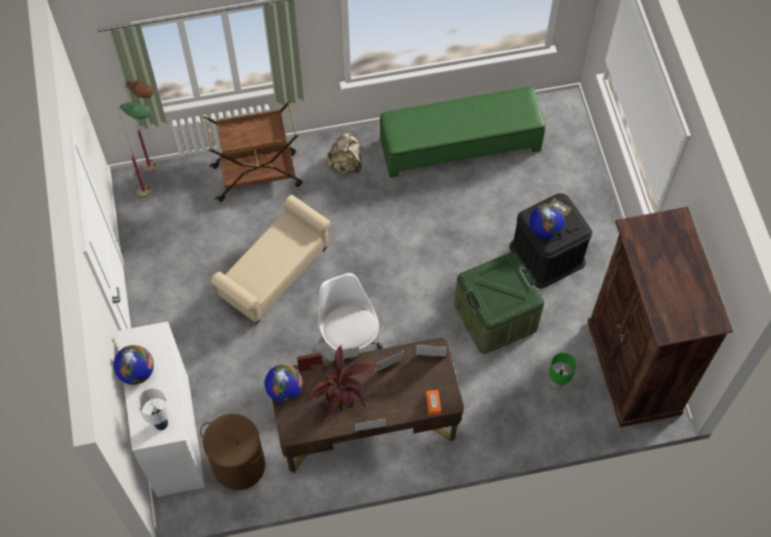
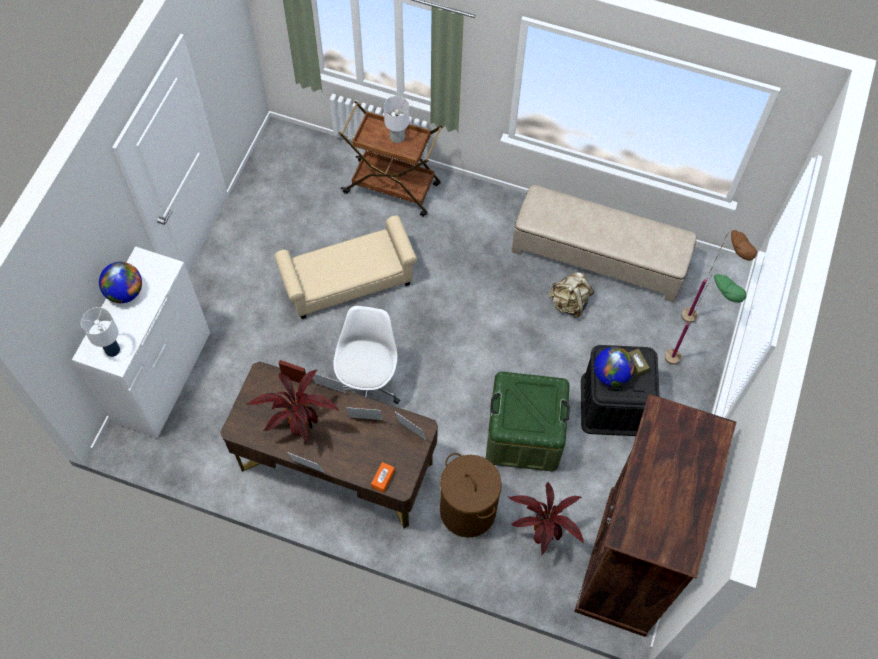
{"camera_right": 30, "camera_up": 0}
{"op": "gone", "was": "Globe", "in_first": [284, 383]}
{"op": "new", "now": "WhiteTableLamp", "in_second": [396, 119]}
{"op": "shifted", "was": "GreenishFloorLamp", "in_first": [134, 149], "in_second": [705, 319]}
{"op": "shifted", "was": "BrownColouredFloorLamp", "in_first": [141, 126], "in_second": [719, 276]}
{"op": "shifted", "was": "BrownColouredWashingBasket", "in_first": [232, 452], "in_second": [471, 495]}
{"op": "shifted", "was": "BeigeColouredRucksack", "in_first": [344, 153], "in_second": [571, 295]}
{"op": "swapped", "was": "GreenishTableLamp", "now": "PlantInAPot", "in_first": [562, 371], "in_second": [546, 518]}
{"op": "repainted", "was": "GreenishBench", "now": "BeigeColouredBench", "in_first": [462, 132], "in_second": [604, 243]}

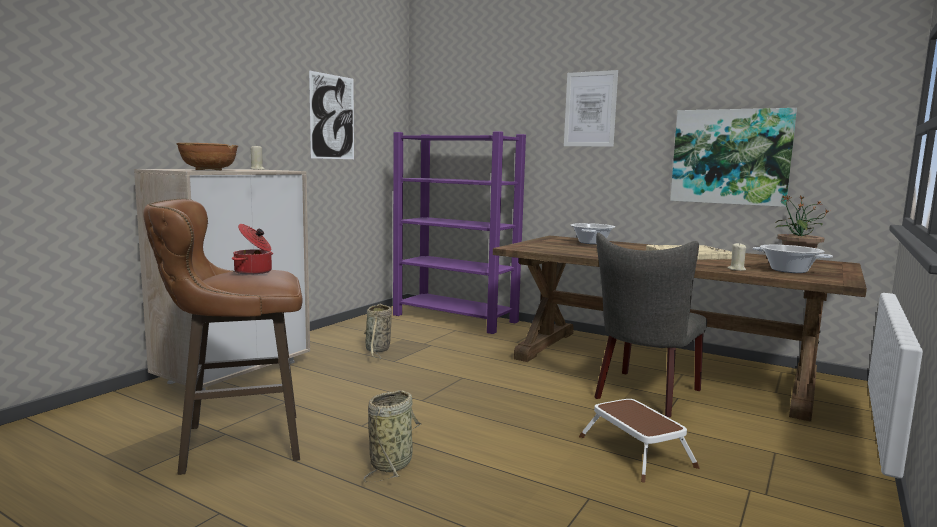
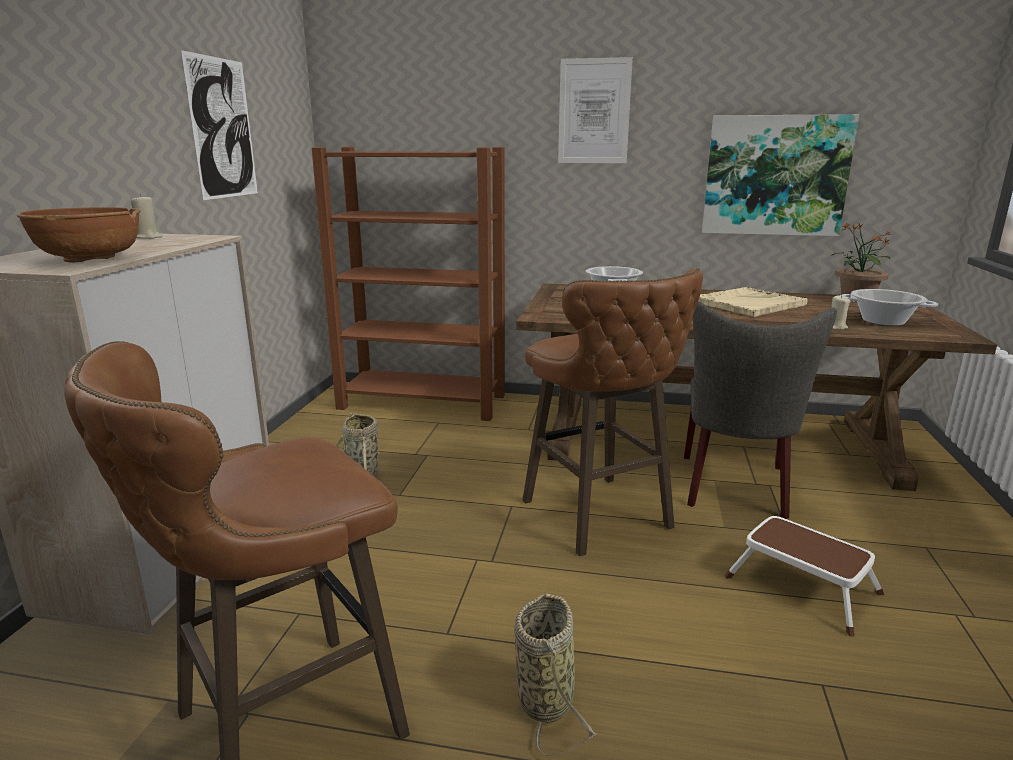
{"camera_right": -20, "camera_up": 10}
{"op": "gone", "was": "CookingPot", "in_first": [252, 249]}
{"op": "new", "now": "BrownColouredStoolSeat", "in_second": [612, 412]}
{"op": "repainted", "was": "PurpleBookcase", "now": "BrownColouredBookcase", "in_first": [459, 232], "in_second": [408, 284]}

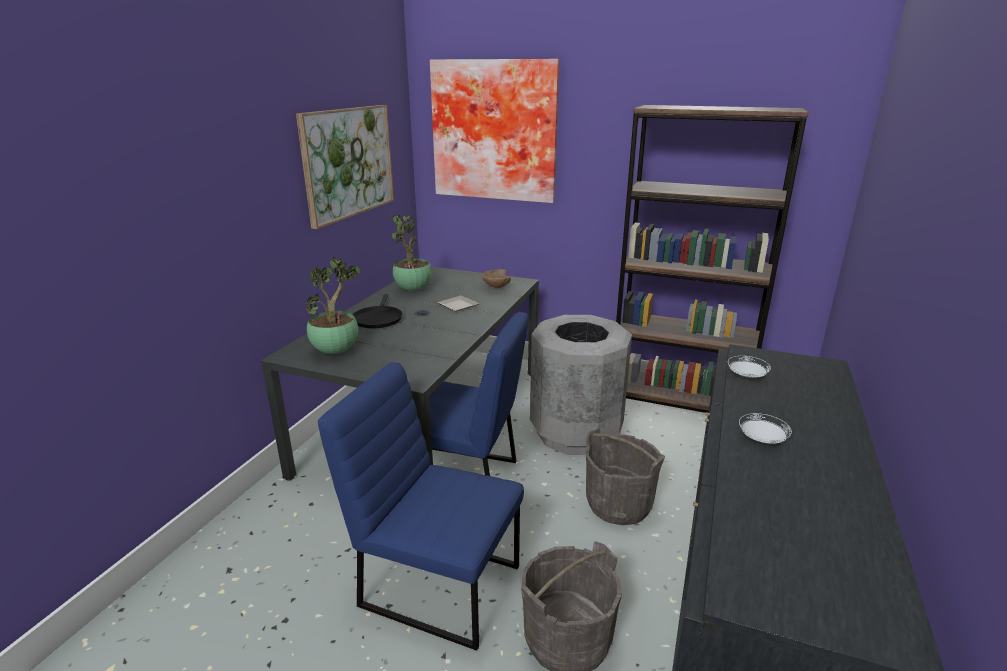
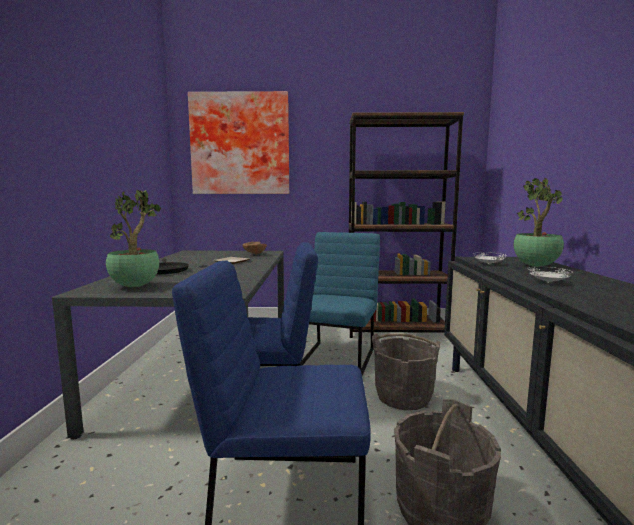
{"camera_right": -20, "camera_up": -15}
{"op": "gone", "was": "WallArt", "in_first": [345, 167]}
{"op": "shifted", "was": "PlantInAPot", "in_first": [411, 252], "in_second": [539, 222]}
{"op": "swapped", "was": "GrayWasteBin", "now": "BlueColouredPlainChair", "in_first": [581, 385], "in_second": [340, 304]}

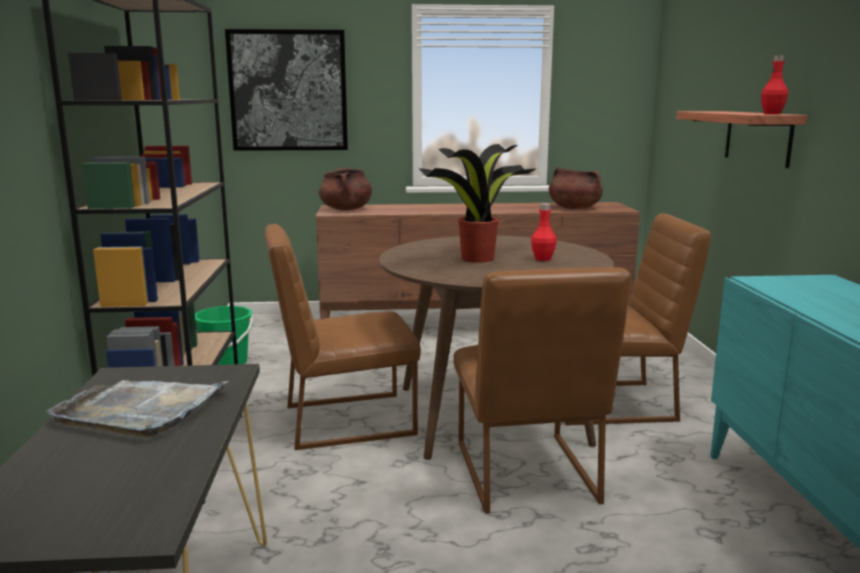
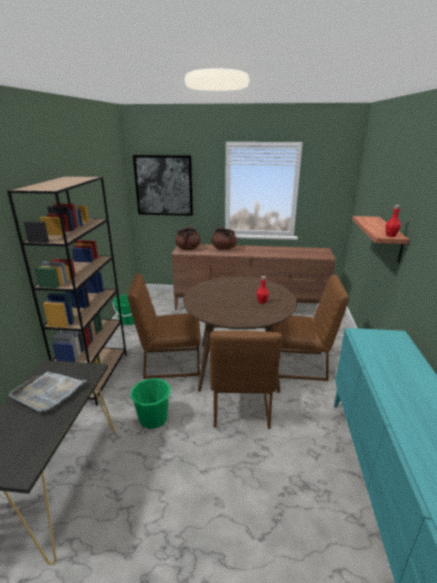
{"camera_right": 10, "camera_up": 10}
{"op": "gone", "was": "PlantInAPot", "in_first": [477, 203]}
{"op": "new", "now": "GreenishBucket", "in_second": [151, 403]}
{"op": "shifted", "was": "BrownColouredCookingPot", "in_first": [576, 188], "in_second": [224, 238]}

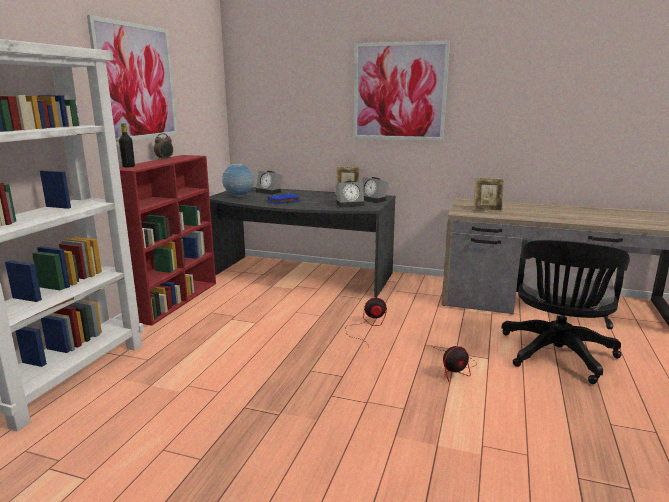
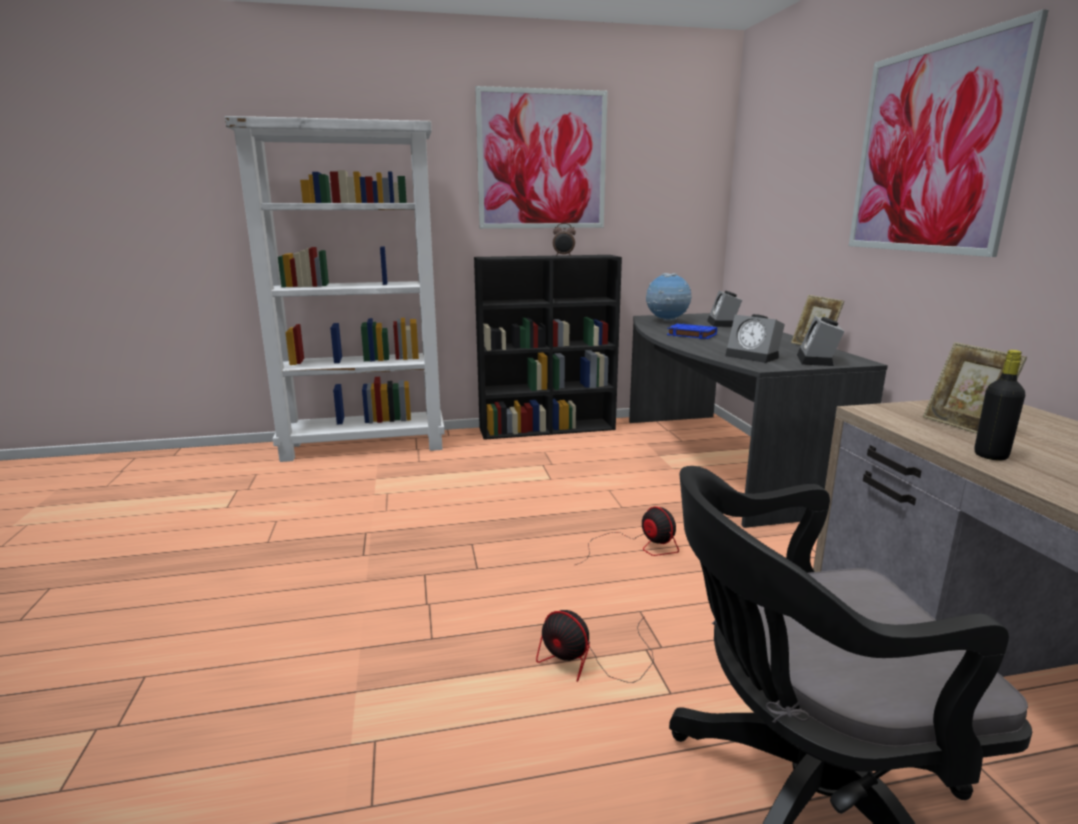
{"camera_right": 60, "camera_up": 0}
{"op": "shifted", "was": "BlackColouredBeverageBottle", "in_first": [127, 145], "in_second": [999, 405]}
{"op": "repainted", "was": "ReddishBookcase", "now": "BlackColouredBookcase", "in_first": [167, 240], "in_second": [548, 347]}

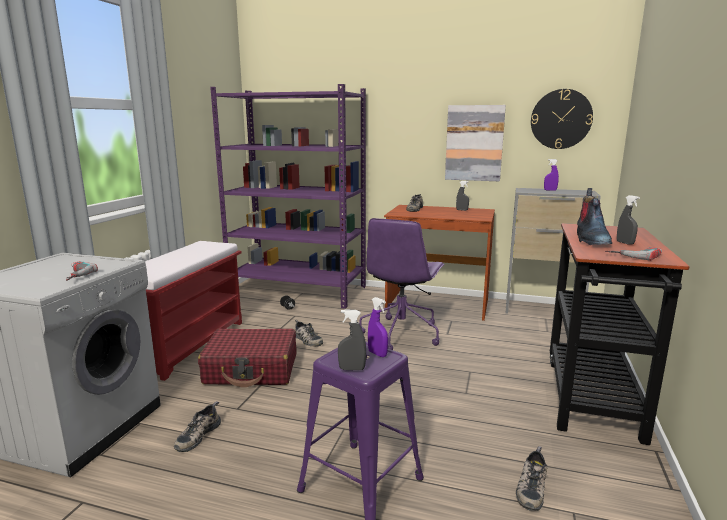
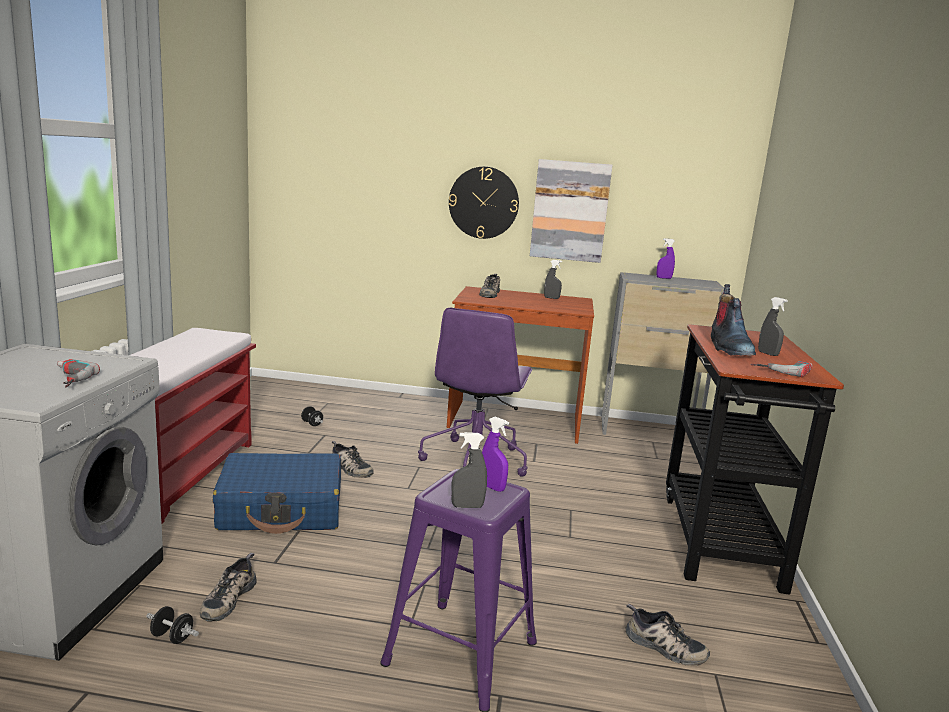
{"camera_right": -10, "camera_up": 0}
{"op": "gone", "was": "PurpleBookcase", "in_first": [288, 196]}
{"op": "new", "now": "BlackColouredFreeWeight", "in_second": [172, 625]}
{"op": "shifted", "was": "ClockOnTheWall", "in_first": [562, 119], "in_second": [484, 203]}
{"op": "repainted", "was": "ReddishTravelCase", "now": "BlueColouredTravelCase", "in_first": [247, 358], "in_second": [277, 493]}
{"op": "rotated", "was": "LowShoe", "in_first": [531, 478], "in_second": [667, 635], "clockwise": -75}

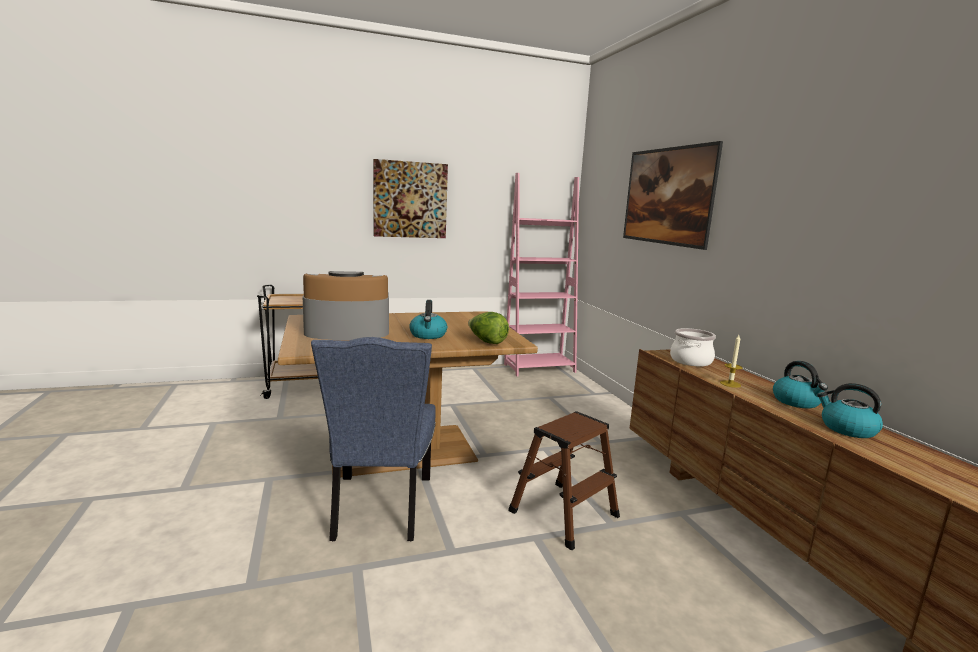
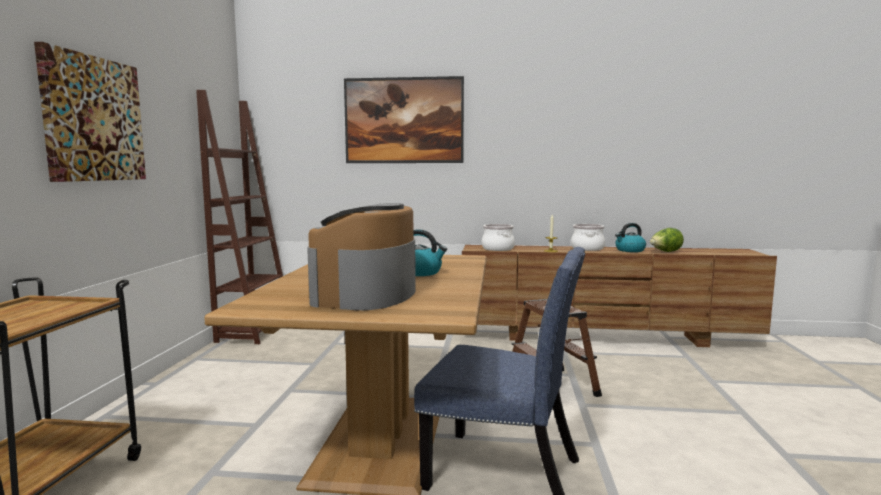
{"camera_right": -65, "camera_up": -5}
{"op": "shifted", "was": "LettuceHead", "in_first": [488, 328], "in_second": [667, 240]}
{"op": "swapped", "was": "WaterKettle", "now": "CookingPot", "in_first": [800, 384], "in_second": [588, 237]}
{"op": "repainted", "was": "PinkBookcase", "now": "BrownColouredBookcase", "in_first": [541, 275], "in_second": [239, 217]}

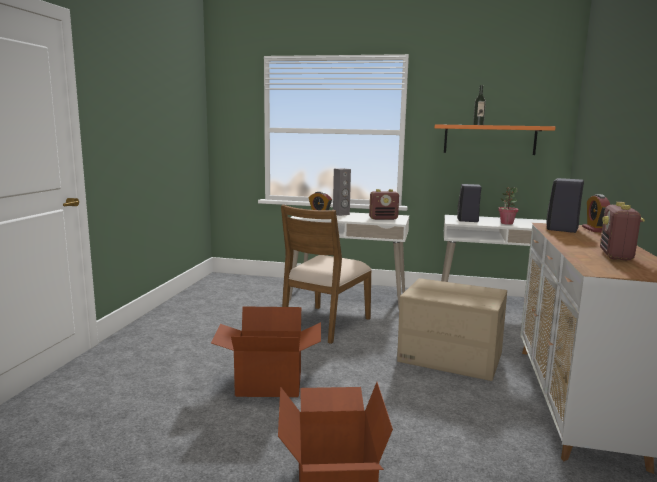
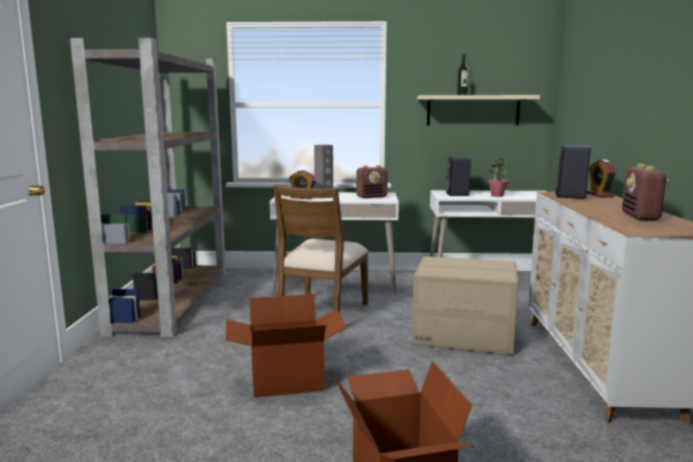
{"camera_right": -10, "camera_up": 0}
{"op": "new", "now": "BrownColouredBookcase", "in_second": [148, 187]}
{"op": "repainted", "was": "OrangeColouredBracketShelf", "now": "BeigeColouredBracketShelf", "in_first": [495, 139], "in_second": [478, 110]}

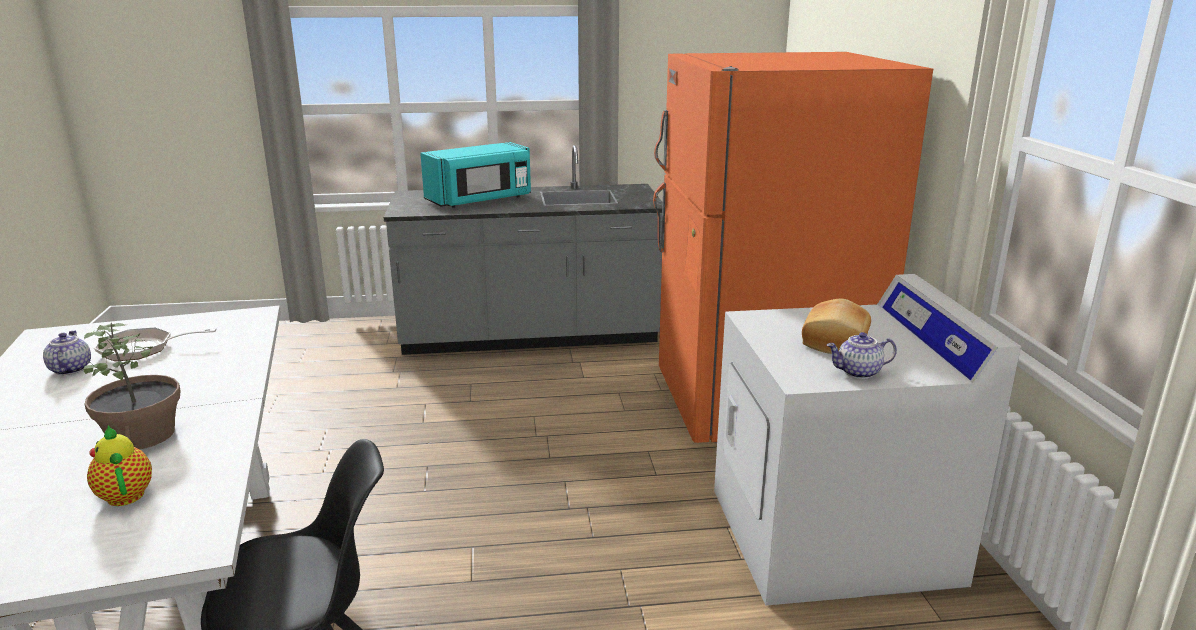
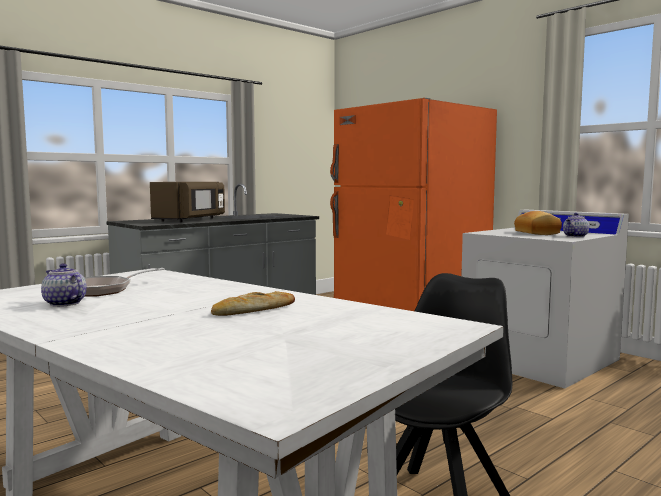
{"camera_right": -35, "camera_up": -15}
{"op": "gone", "was": "TeaPot", "in_first": [119, 465]}
{"op": "swapped", "was": "PlantInAPot", "now": "Bread", "in_first": [132, 386], "in_second": [253, 303]}
{"op": "repainted", "was": "BlueGreenMicrowave", "now": "BrownColouredMicrowave", "in_first": [475, 175], "in_second": [187, 202]}

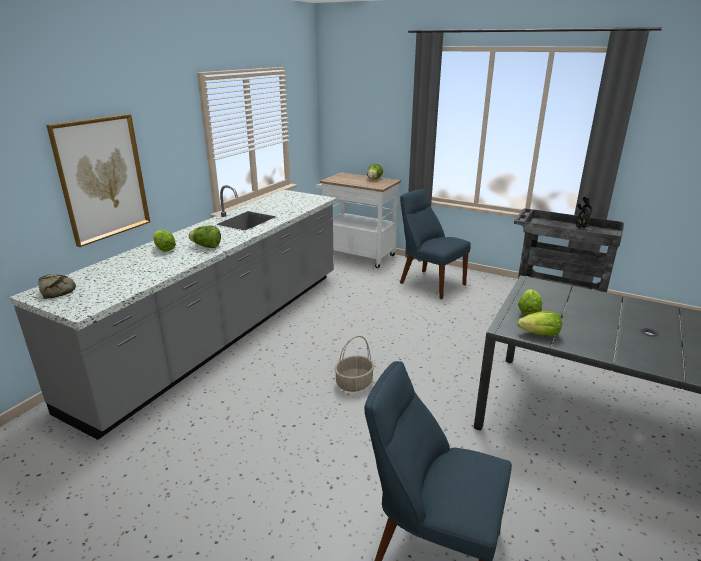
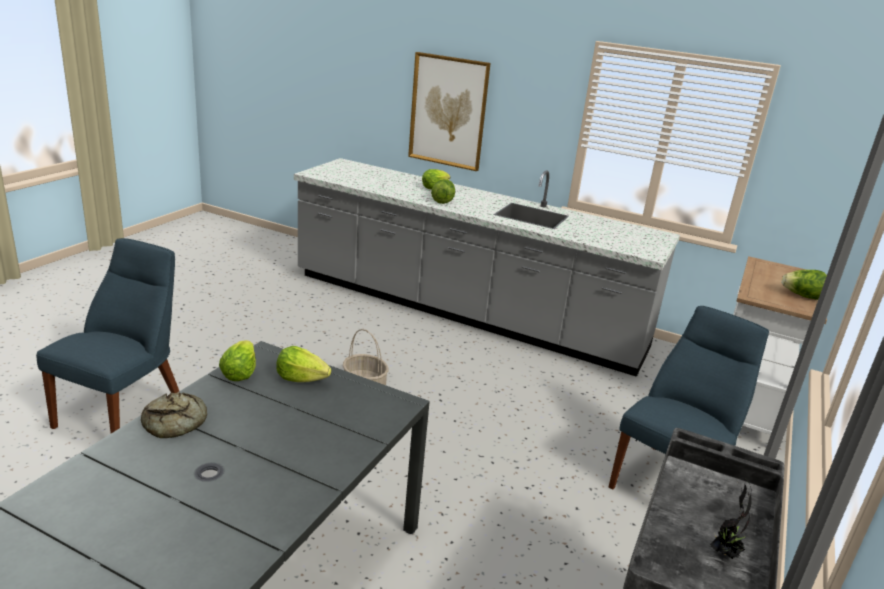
{"camera_right": 85, "camera_up": 0}
{"op": "shifted", "was": "Bread", "in_first": [57, 286], "in_second": [174, 415]}

